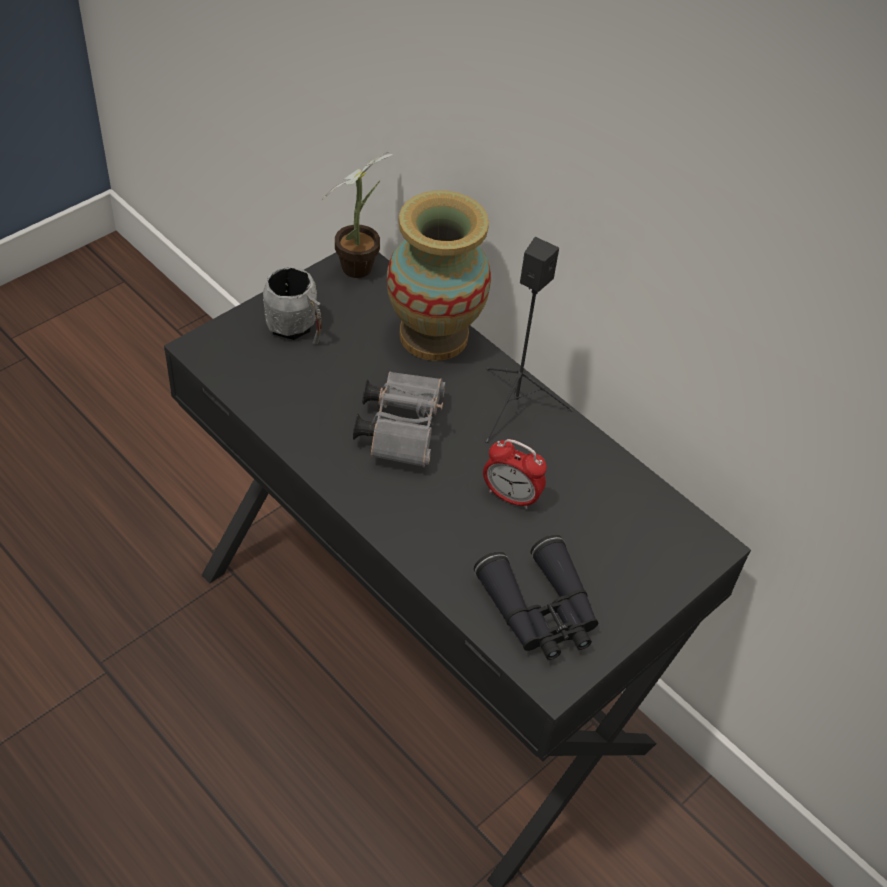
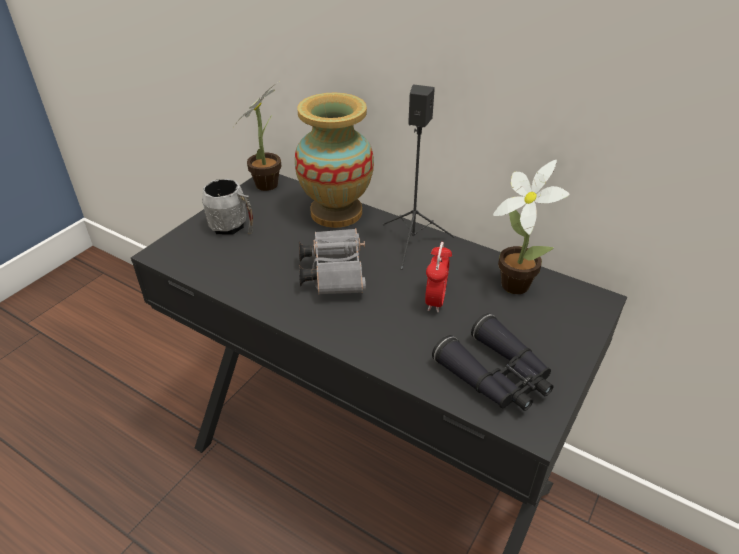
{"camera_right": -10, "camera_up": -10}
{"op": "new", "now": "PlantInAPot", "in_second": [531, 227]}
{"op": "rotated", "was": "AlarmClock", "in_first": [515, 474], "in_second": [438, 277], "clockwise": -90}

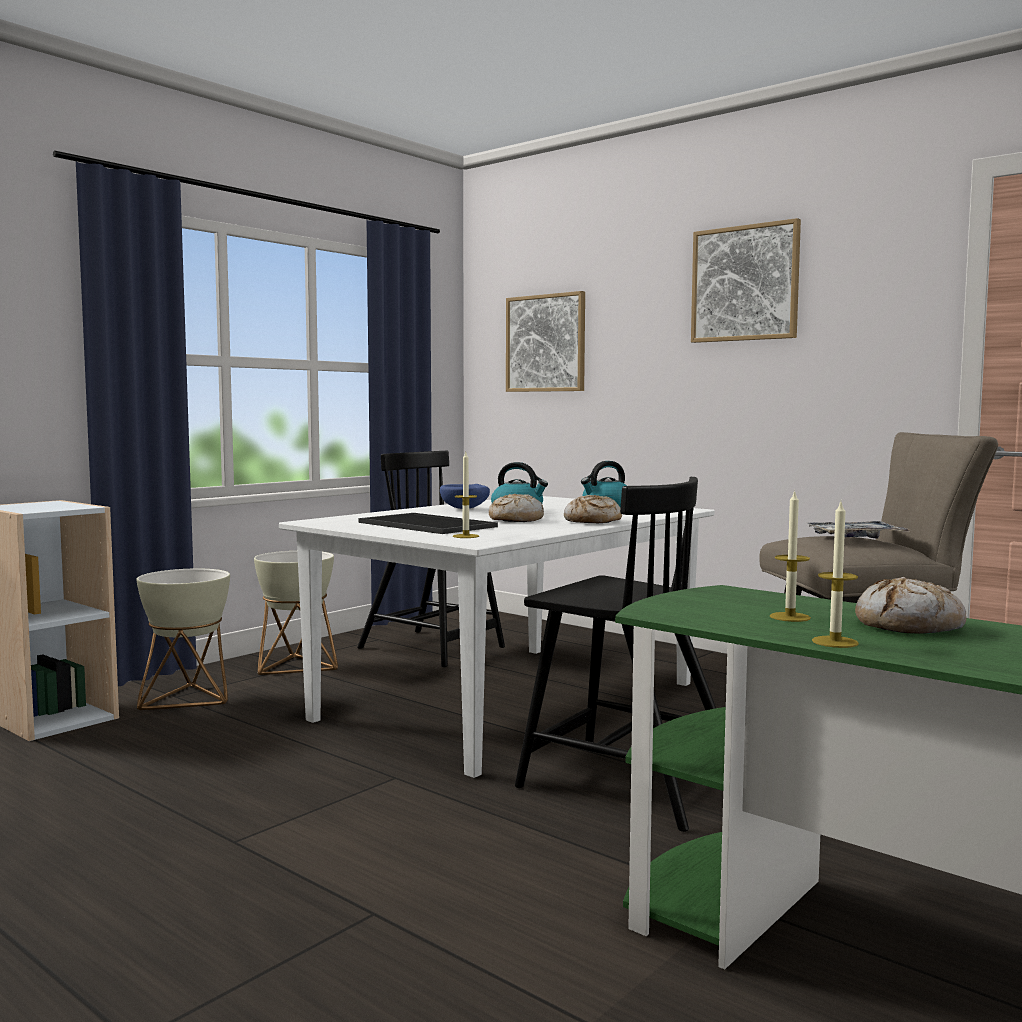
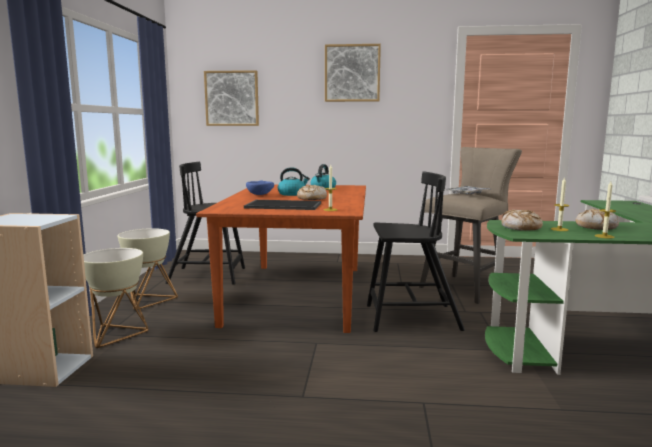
{"camera_right": -35, "camera_up": 5}
{"op": "shifted", "was": "Bread", "in_first": [593, 509], "in_second": [522, 220]}
{"op": "repainted", "was": "WhiteKitchenTable", "now": "BrownColouredKitchenTable", "in_first": [497, 637], "in_second": [281, 259]}

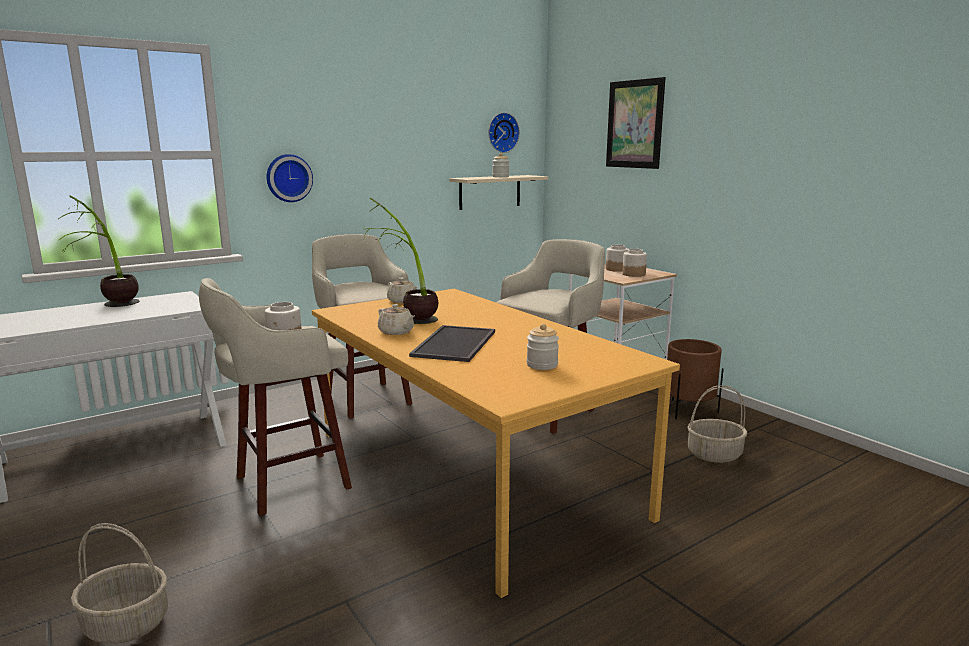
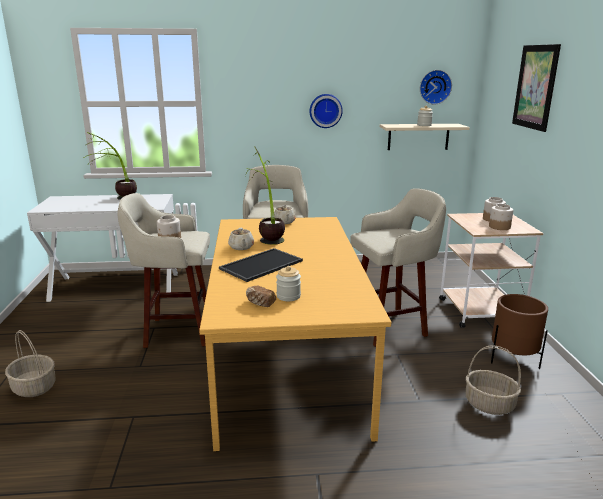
{"camera_right": 30, "camera_up": 5}
{"op": "new", "now": "Bread", "in_second": [261, 296]}
{"op": "shifted", "was": "ClockOnTheWall", "in_first": [289, 178], "in_second": [326, 111]}

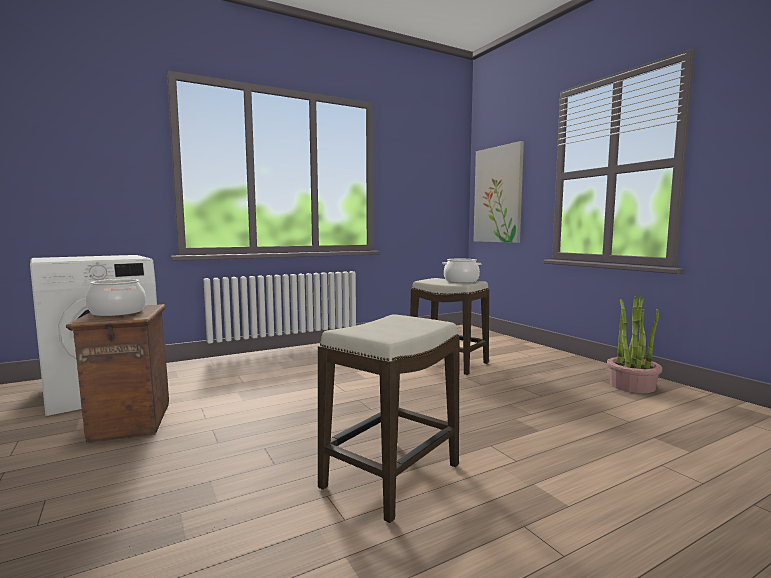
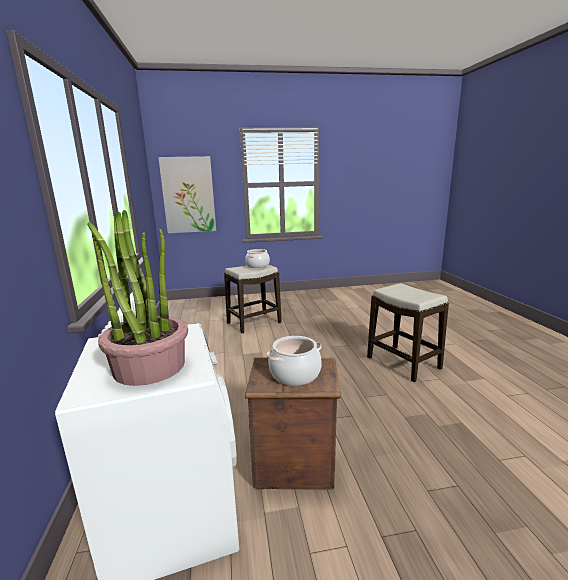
{"camera_right": -70, "camera_up": 10}
{"op": "shifted", "was": "PlantInAPot", "in_first": [634, 344], "in_second": [137, 298]}

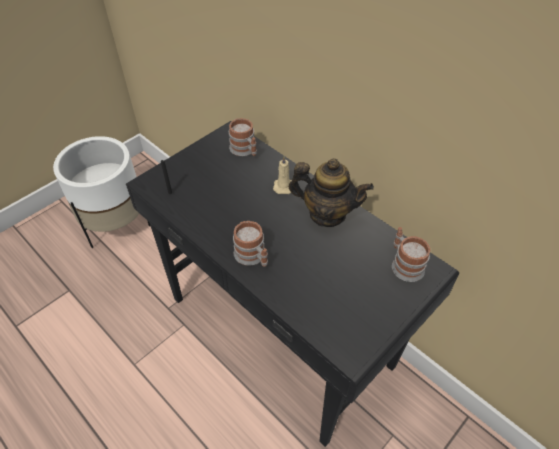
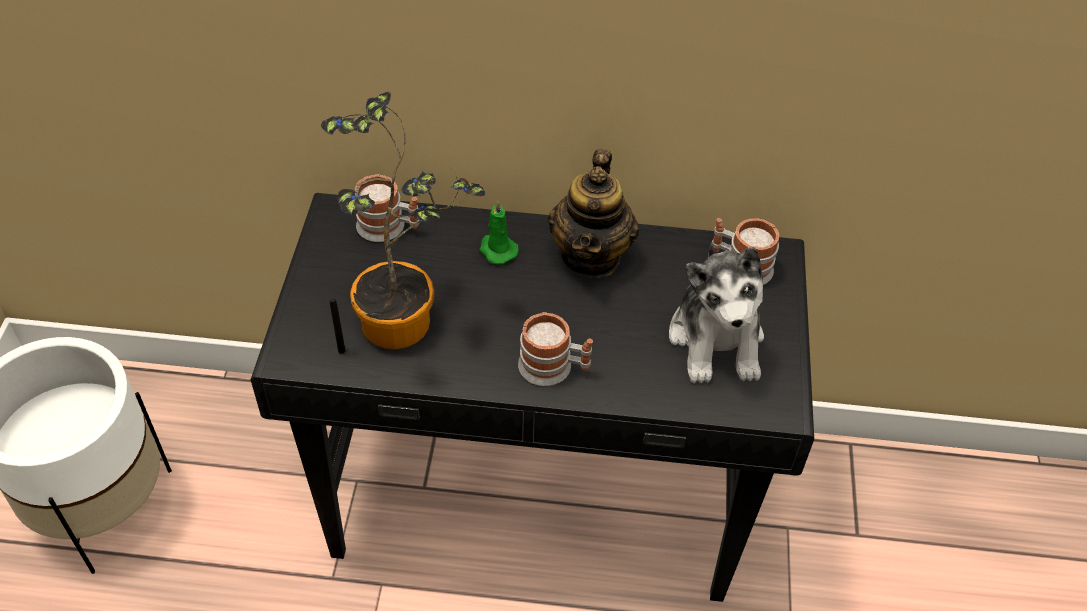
{"camera_right": -40, "camera_up": 0}
{"op": "new", "now": "PlantInAPot", "in_second": [403, 220]}
{"op": "new", "now": "SoftToy", "in_second": [716, 312]}
{"op": "repainted", "was": "BeigeColouredCandle", "now": "GreenishCandle", "in_first": [282, 175], "in_second": [499, 232]}
{"op": "rotated", "was": "TeaPot", "in_first": [331, 192], "in_second": [593, 213], "clockwise": 120}

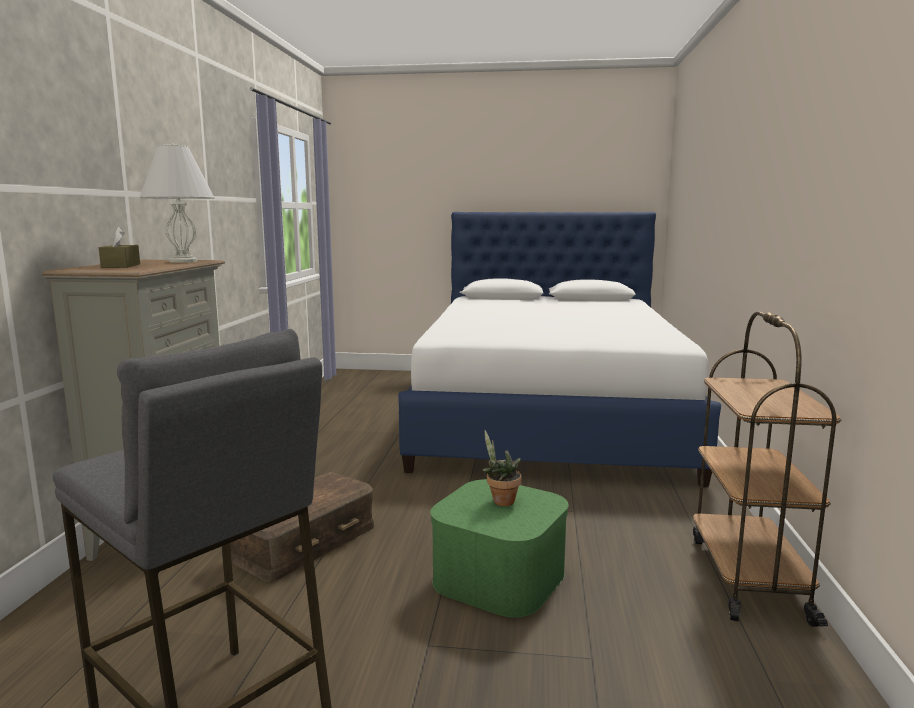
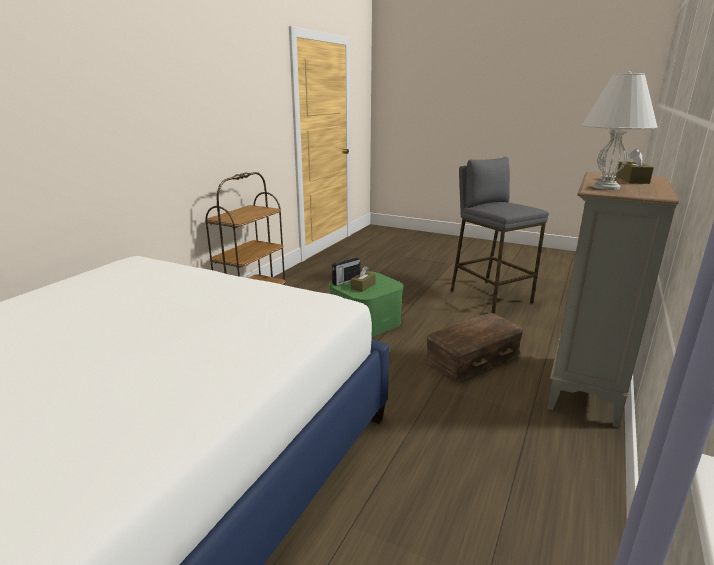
{"camera_right": -160, "camera_up": 10}
{"op": "new", "now": "RadioReceiver", "in_second": [346, 270]}
{"op": "swapped", "was": "PlantInAPot", "now": "BrownColouredTissueBox", "in_first": [502, 468], "in_second": [363, 279]}

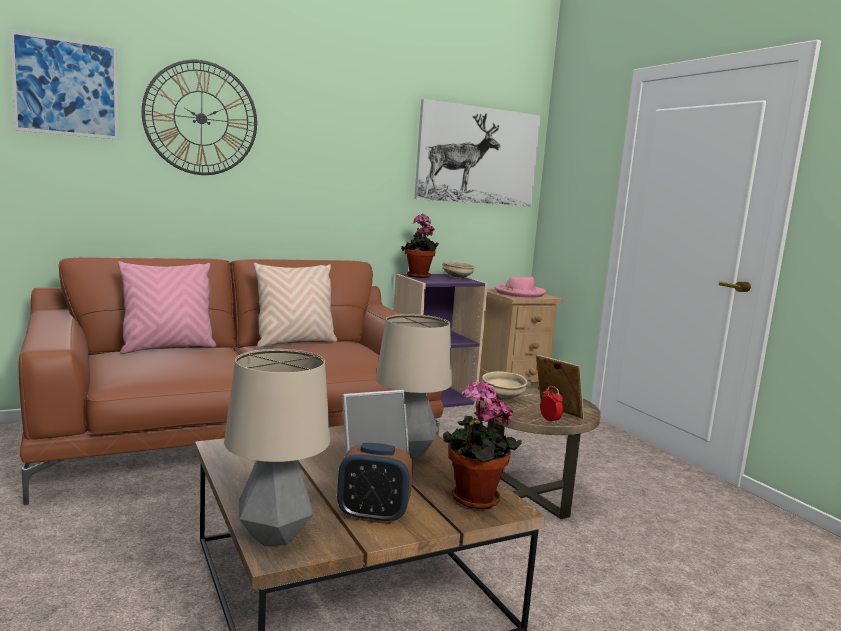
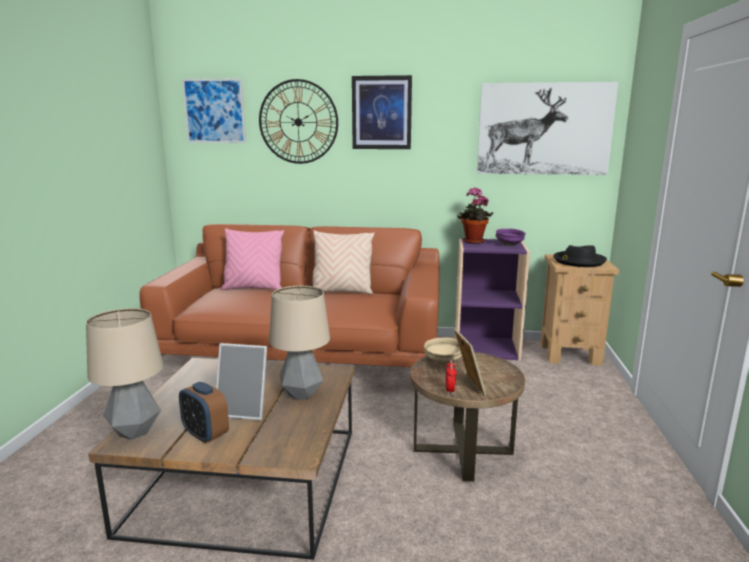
{"camera_right": 35, "camera_up": 5}
{"op": "gone", "was": "PlantInAPot", "in_first": [482, 445]}
{"op": "new", "now": "WallArt", "in_second": [382, 112]}
{"op": "repainted", "was": "BeigeColouredServingBowl", "now": "PurpleServingBowl", "in_first": [459, 270], "in_second": [511, 237]}
{"op": "repainted", "was": "PinkClothingHat", "now": "BlackColouredClothingHat", "in_first": [520, 287], "in_second": [580, 256]}

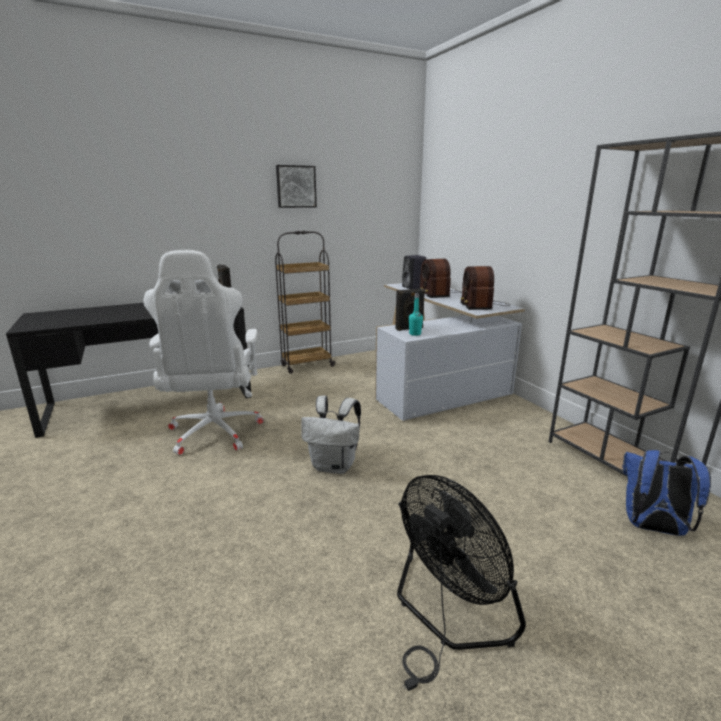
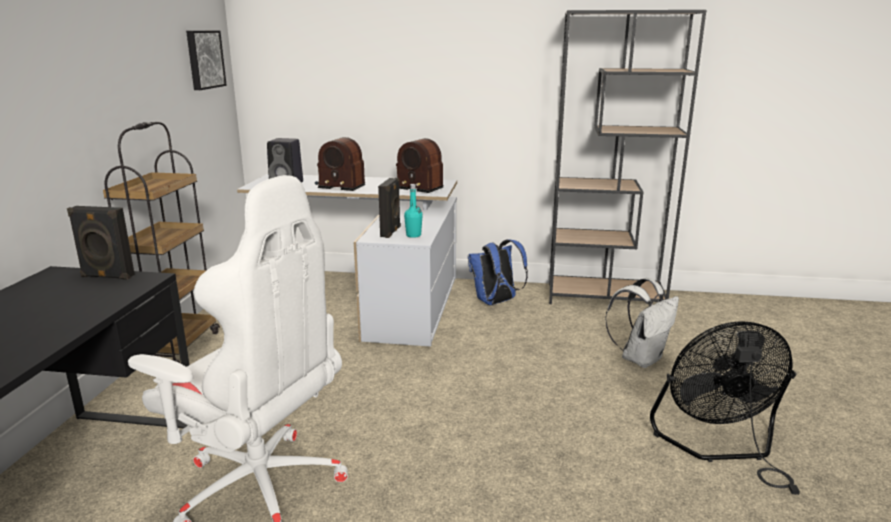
{"camera_right": -55, "camera_up": 0}
{"op": "shifted", "was": "WallArt", "in_first": [296, 186], "in_second": [206, 60]}
{"op": "shifted", "was": "WhiteRucksack", "in_first": [331, 434], "in_second": [642, 323]}
{"op": "shifted", "was": "BlueColouredRucksack", "in_first": [667, 493], "in_second": [498, 272]}

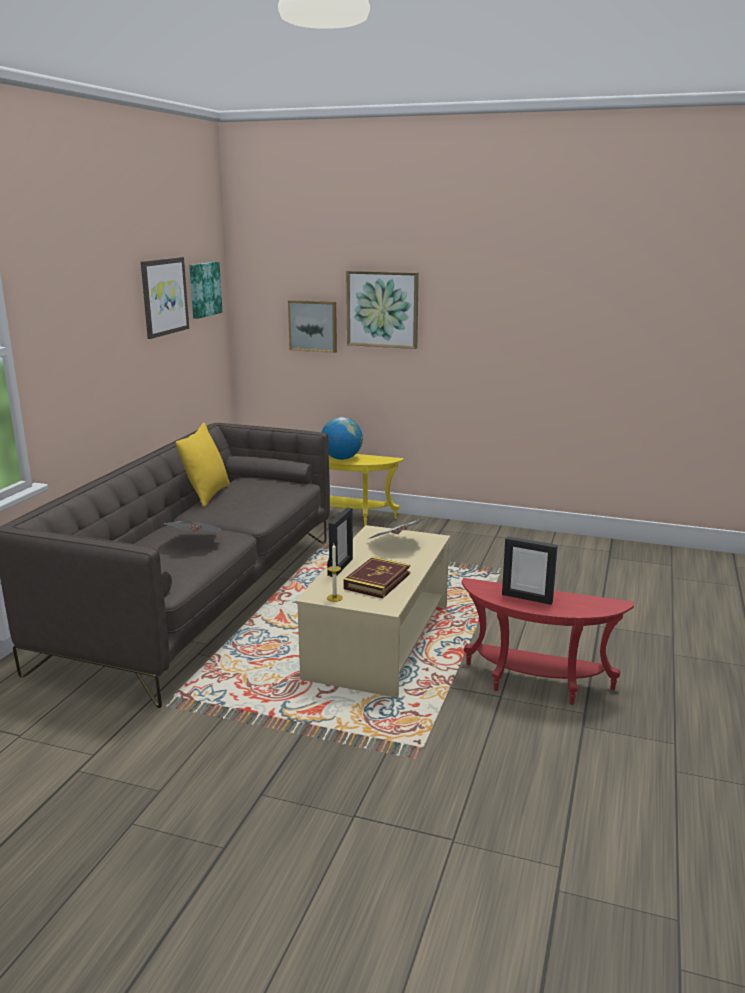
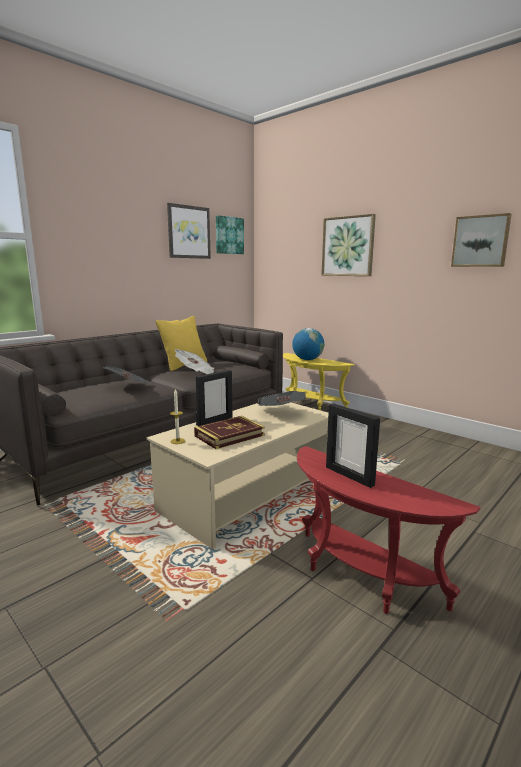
{"camera_right": 25, "camera_up": -5}
{"op": "new", "now": "Newspaper", "in_second": [194, 361]}
{"op": "shifted", "was": "WallArt", "in_first": [312, 326], "in_second": [481, 240]}

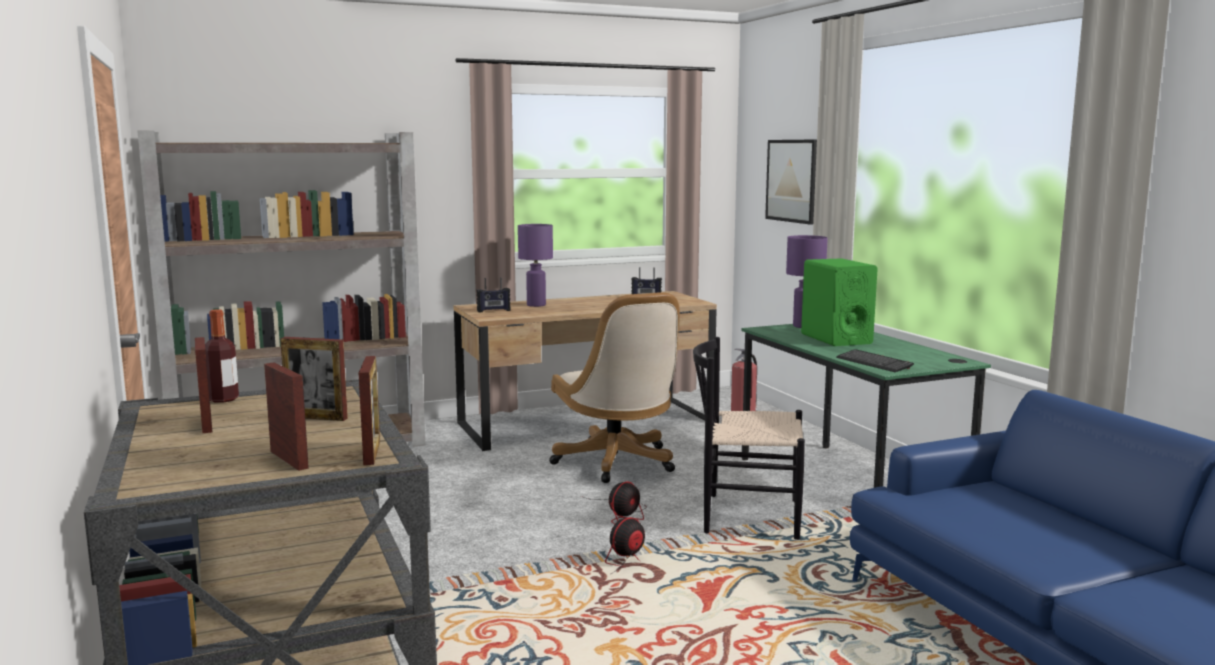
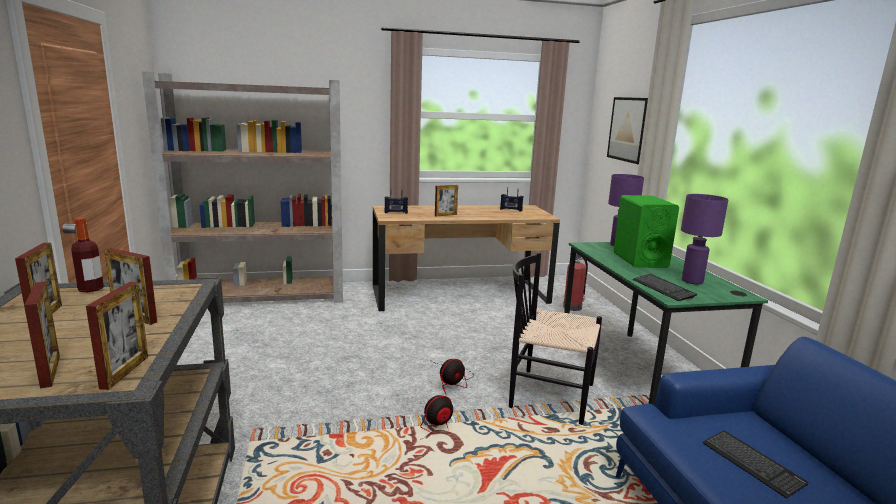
{"camera_right": 10, "camera_up": 5}
{"op": "gone", "was": "ComputerChair", "in_first": [614, 387]}
{"op": "new", "now": "StandingFrame", "in_second": [446, 200]}
{"op": "new", "now": "Keyboard", "in_second": [756, 465]}
{"op": "shifted", "was": "PurpleTableLamp", "in_first": [535, 265], "in_second": [704, 239]}

